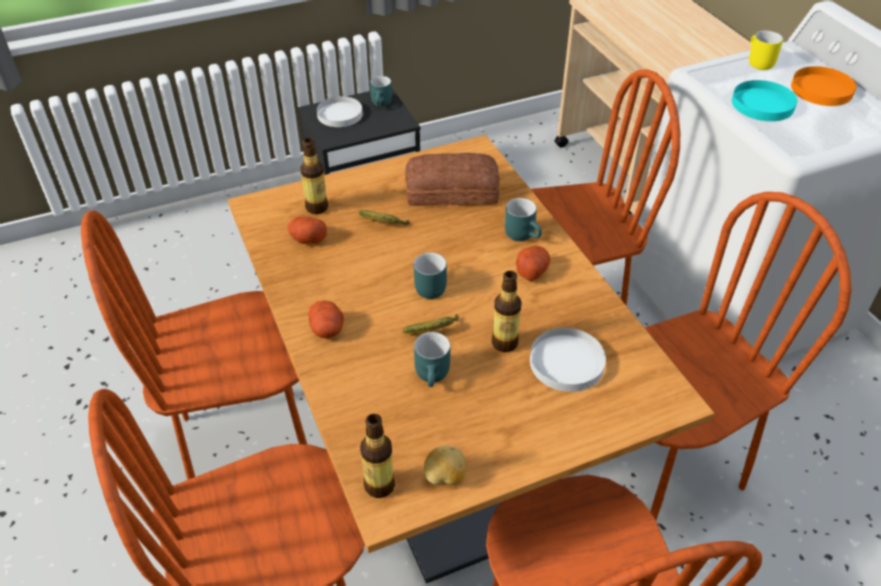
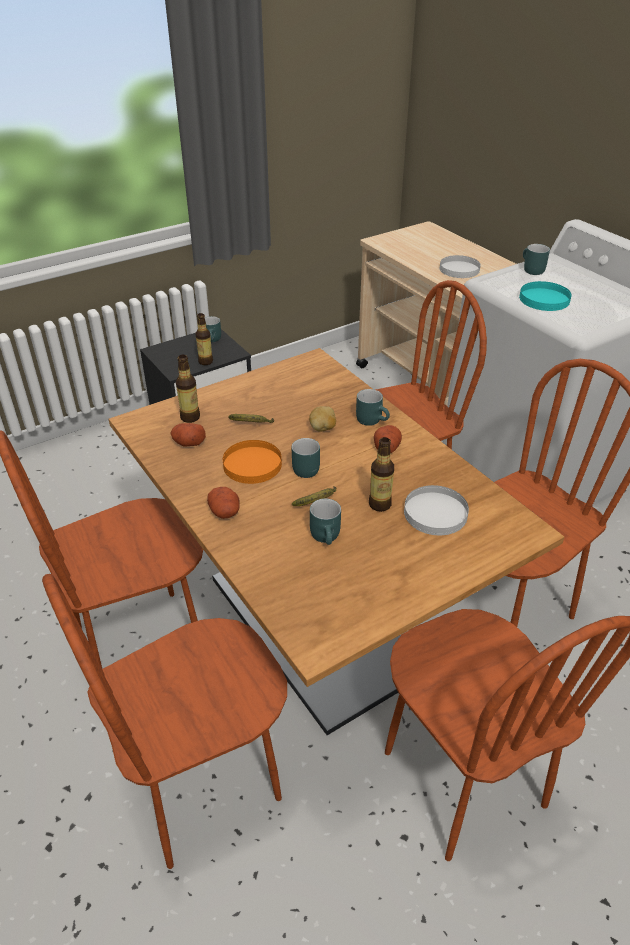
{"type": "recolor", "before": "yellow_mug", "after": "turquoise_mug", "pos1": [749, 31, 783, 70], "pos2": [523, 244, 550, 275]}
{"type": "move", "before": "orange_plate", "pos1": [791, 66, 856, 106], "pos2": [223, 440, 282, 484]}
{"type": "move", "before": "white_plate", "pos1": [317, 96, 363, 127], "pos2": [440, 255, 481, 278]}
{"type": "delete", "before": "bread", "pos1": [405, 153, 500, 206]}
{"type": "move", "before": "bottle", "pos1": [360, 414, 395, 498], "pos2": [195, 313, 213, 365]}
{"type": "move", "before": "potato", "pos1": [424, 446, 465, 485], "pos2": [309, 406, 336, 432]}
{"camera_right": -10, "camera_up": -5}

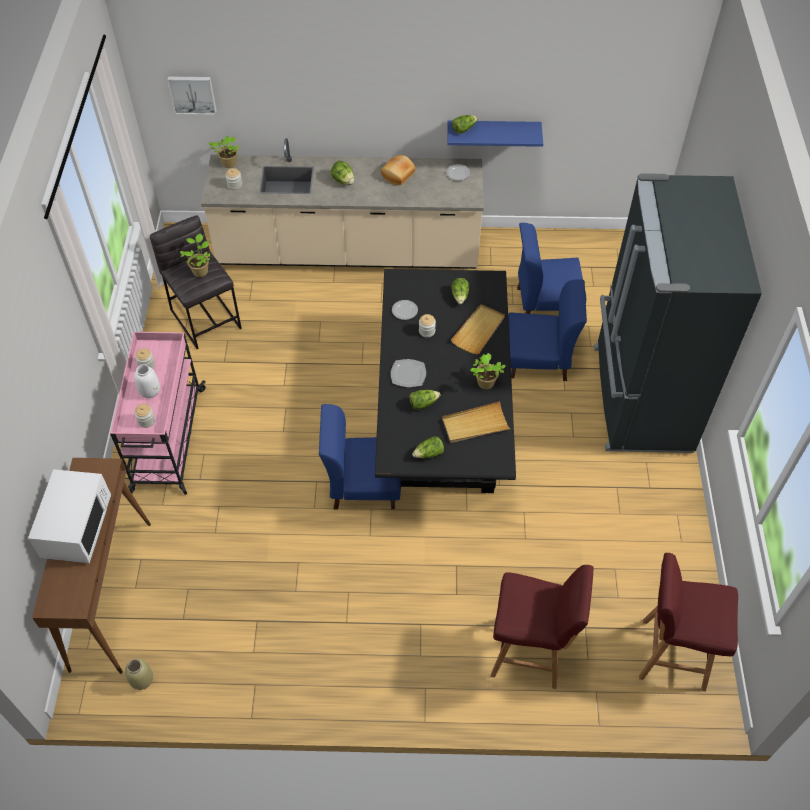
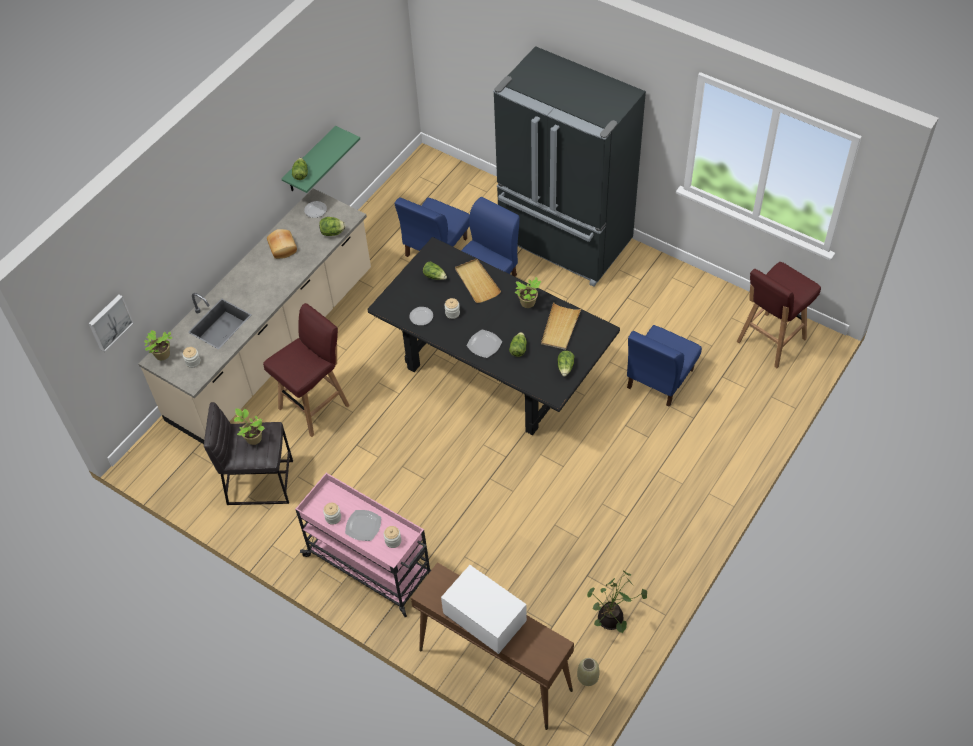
{"type": "recolor", "before": "blue_shelf", "after": "green_shelf", "pos1": [448, 121, 543, 147], "pos2": [282, 126, 360, 193]}
{"type": "move", "before": "lettuce", "pos1": [331, 161, 354, 185], "pos2": [319, 217, 345, 236]}
{"type": "replace", "before": "white_vase", "after": "plate", "pos1": [134, 364, 160, 398], "pos2": [345, 510, 381, 541]}
{"type": "move", "before": "blue_chair", "pos1": [319, 404, 401, 509], "pos2": [627, 325, 702, 407]}
{"type": "move", "before": "red_stool", "pos1": [491, 565, 594, 689], "pos2": [263, 303, 350, 437]}
{"type": "insert", "after": "potted_plant", "pos2": [587, 570, 647, 634]}
{"camera_right": -55, "camera_up": 0}

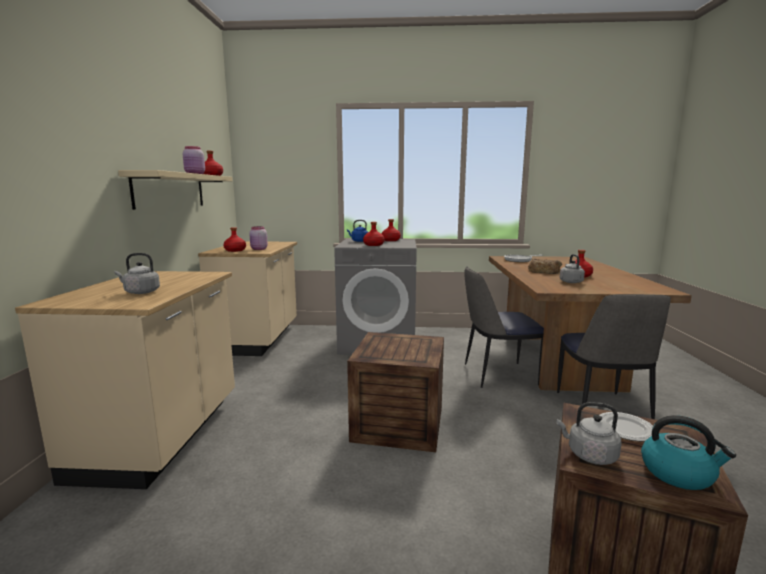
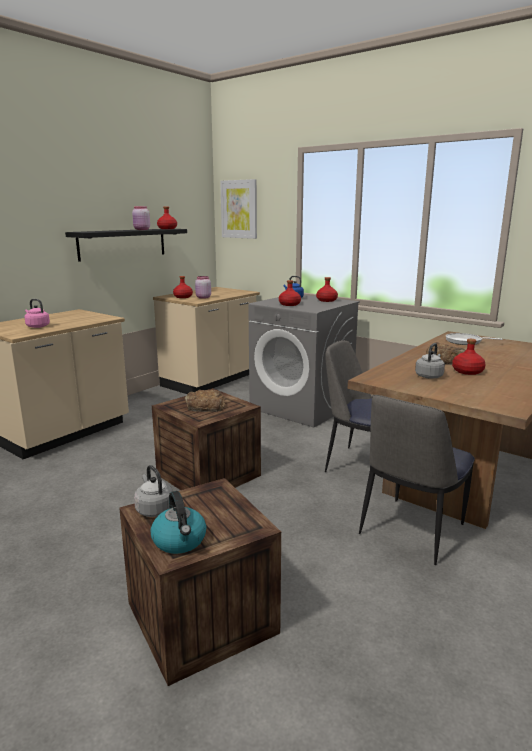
{"type": "recolor", "before": "beige_shelf", "after": "black_shelf", "pos1": [118, 170, 233, 210], "pos2": [65, 229, 187, 262]}
{"type": "recolor", "before": "grey_kettle", "after": "pink_kettle", "pos1": [114, 253, 160, 294], "pos2": [25, 299, 50, 328]}
{"type": "delete", "before": "plate", "pos1": [599, 412, 653, 442]}
{"type": "insert", "after": "picture", "pos2": [220, 179, 257, 239]}
{"type": "insert", "after": "bread", "pos2": [185, 390, 225, 412]}
{"camera_right": 35, "camera_up": 5}

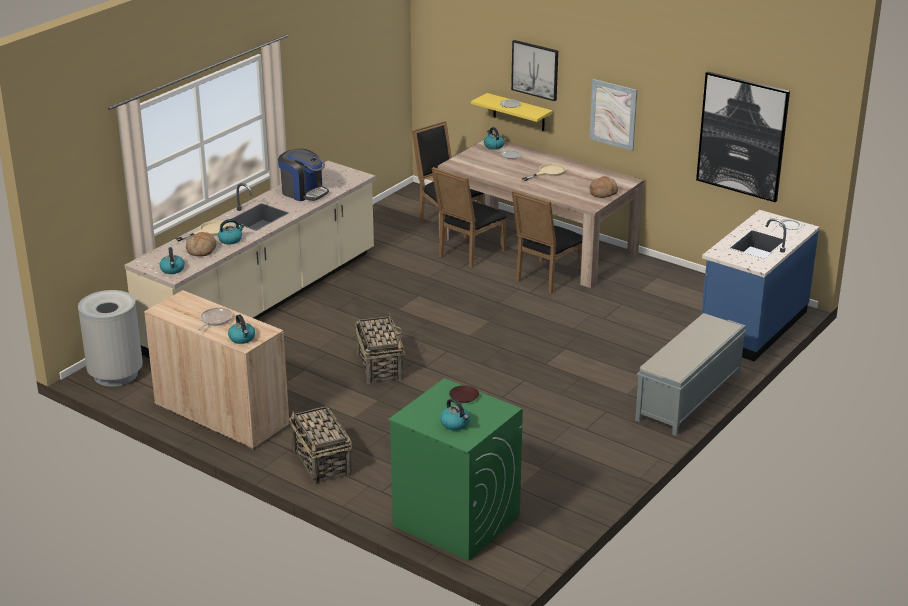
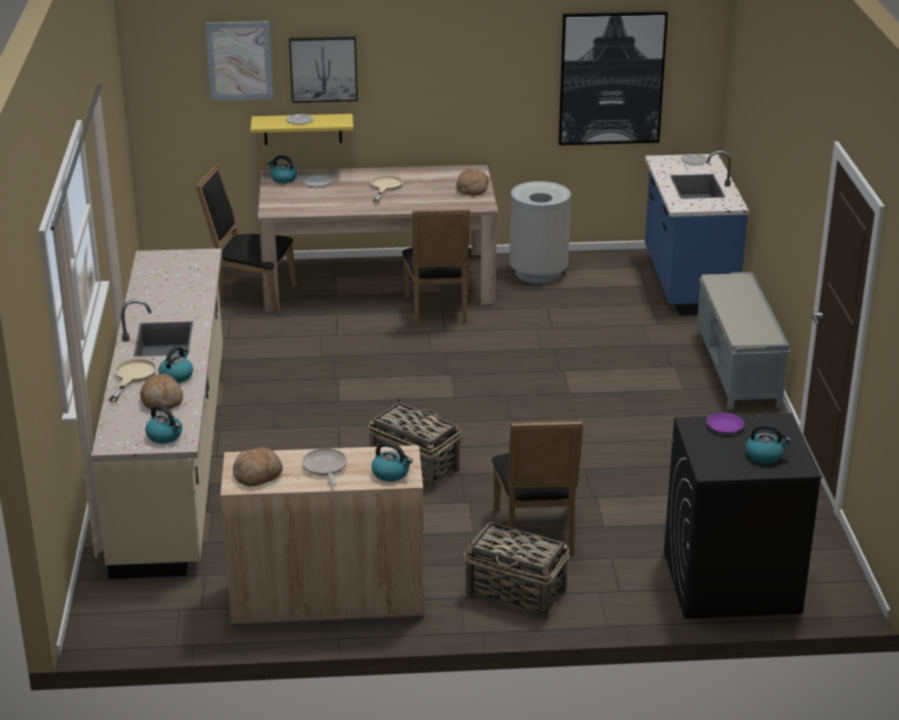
{"type": "move", "before": "picture", "pos1": [590, 79, 637, 151], "pos2": [205, 21, 273, 100]}
{"type": "delete", "before": "coffee_machine", "pos1": [278, 149, 329, 201]}
{"type": "move", "before": "black_chair", "pos1": [432, 167, 507, 268], "pos2": [492, 421, 583, 554]}
{"type": "move", "before": "grey_trash_can", "pos1": [78, 290, 143, 387], "pos2": [510, 181, 571, 284]}
{"type": "recolor", "before": "green_washing_machine", "after": "black_washing_machine", "pos1": [388, 378, 523, 561], "pos2": [664, 413, 822, 619]}
{"type": "recolor", "before": "brown_plate", "after": "purple_plate", "pos1": [449, 385, 479, 403], "pos2": [706, 412, 744, 434]}
{"type": "insert", "after": "bread", "pos2": [233, 447, 283, 486]}
{"camera_right": -40, "camera_up": 0}

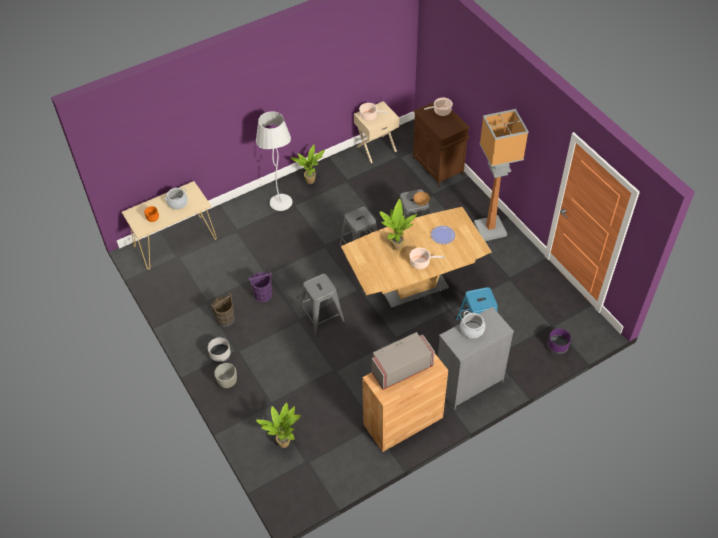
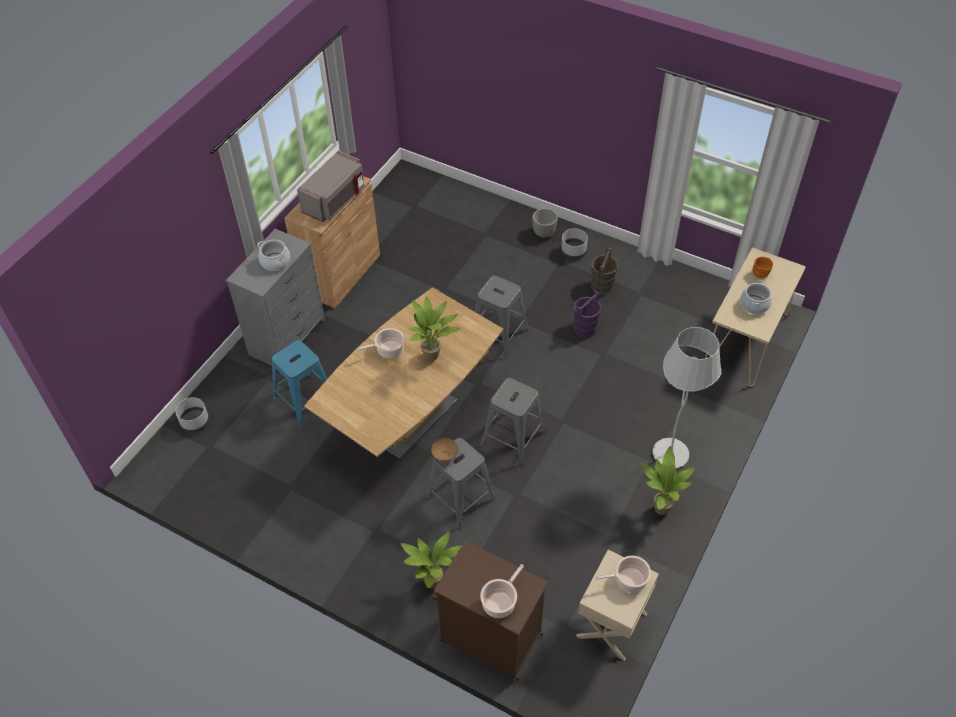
{"type": "delete", "before": "floor_lamp", "pos1": [474, 109, 529, 241]}
{"type": "delete", "before": "plate", "pos1": [431, 226, 455, 244]}
{"type": "recolor", "before": "purple_planter", "after": "grey_planter", "pos1": [547, 328, 571, 355], "pos2": [175, 397, 209, 433]}
{"type": "move", "before": "potted_plant", "pos1": [256, 402, 301, 448], "pos2": [401, 532, 462, 588]}
{"camera_right": 150, "camera_up": 0}

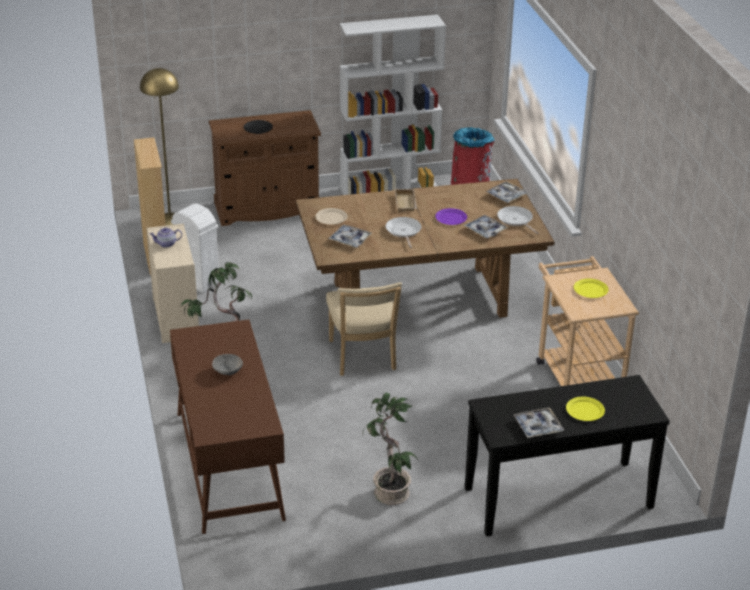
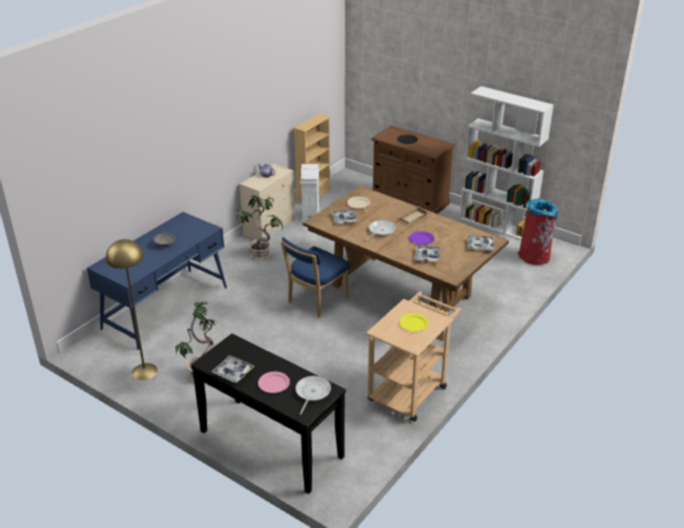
{"type": "move", "before": "yellow_floor_lamp", "pos1": [140, 68, 179, 225], "pos2": [106, 239, 157, 380]}
{"type": "move", "before": "frying_pan", "pos1": [497, 206, 538, 234], "pos2": [295, 376, 331, 415]}
{"type": "recolor", "before": "beige_chair", "after": "blue_chair", "pos1": [326, 282, 402, 376], "pos2": [280, 237, 350, 318]}
{"type": "recolor", "before": "brown_desk", "after": "blue_desk", "pos1": [170, 319, 286, 534], "pos2": [87, 212, 227, 350]}
{"type": "recolor", "before": "yellow_plate", "after": "pink_plate", "pos1": [566, 397, 605, 421], "pos2": [258, 371, 290, 393]}
{"camera_right": 50, "camera_up": 0}

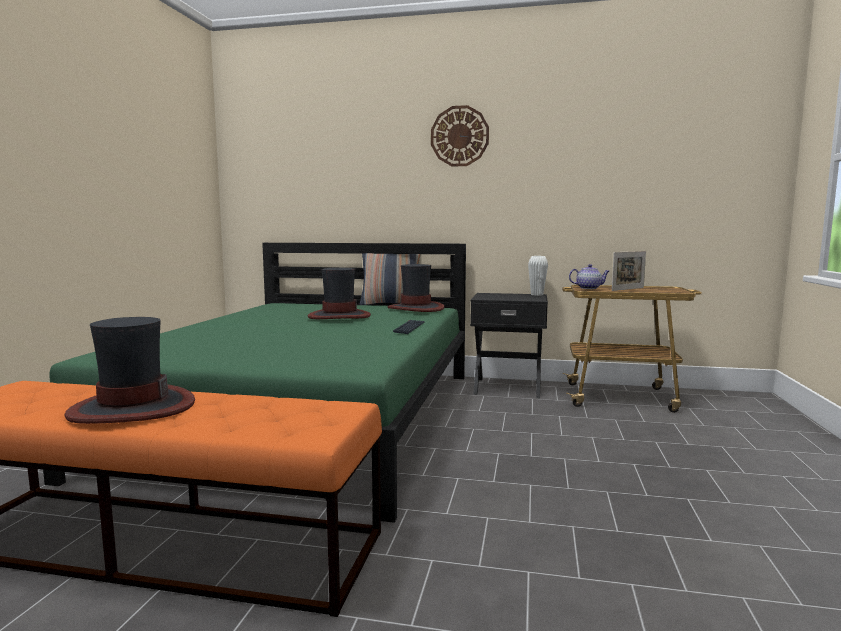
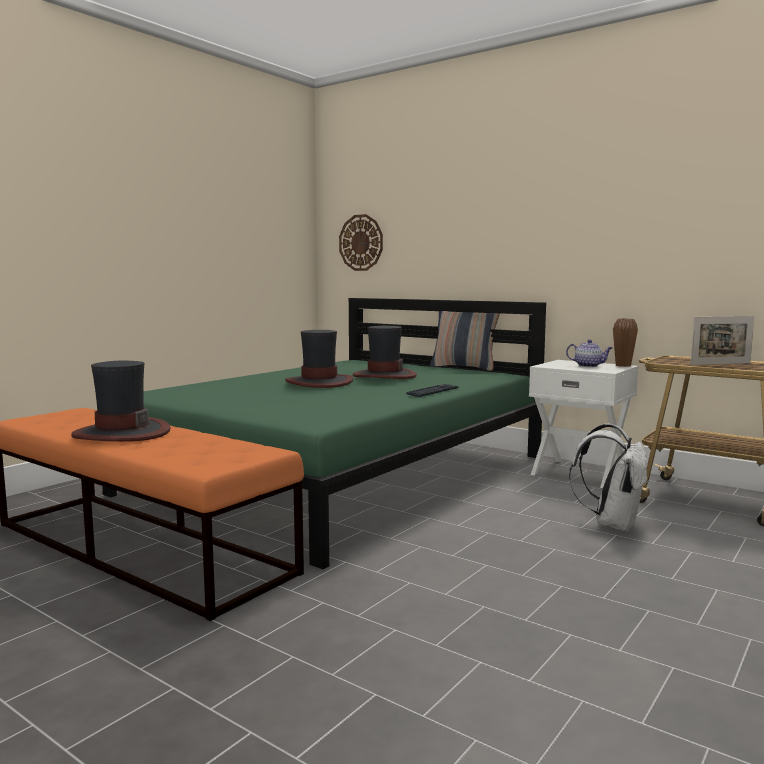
{"type": "move", "before": "wall_clock", "pos1": [431, 105, 489, 167], "pos2": [339, 214, 383, 271]}
{"type": "recolor", "before": "white_vase", "after": "brown_vase", "pos1": [528, 256, 548, 296], "pos2": [613, 319, 638, 367]}
{"type": "move", "before": "hat", "pos1": [388, 264, 445, 312], "pos2": [285, 330, 353, 388]}
{"type": "move", "before": "teapot", "pos1": [569, 264, 609, 289], "pos2": [566, 340, 613, 367]}
{"type": "recolor", "before": "black_nightstand", "after": "white_nightstand", "pos1": [470, 293, 548, 398], "pos2": [529, 360, 638, 488]}
{"type": "insert", "after": "white_backpack", "pos2": [569, 423, 648, 532]}
{"camera_right": 25, "camera_up": 0}

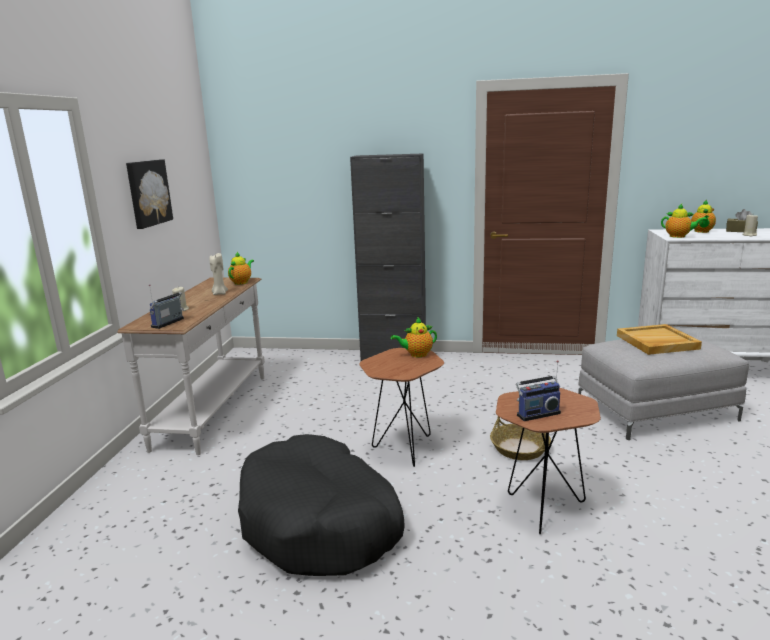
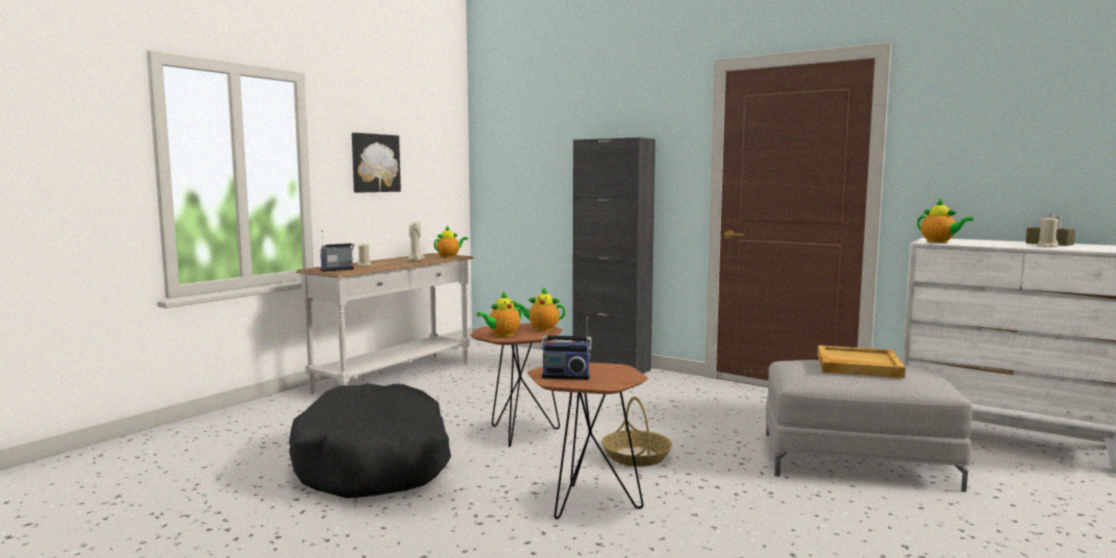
{"type": "move", "before": "teapot", "pos1": [691, 200, 716, 233], "pos2": [477, 292, 522, 337]}
{"camera_right": 25, "camera_up": -10}

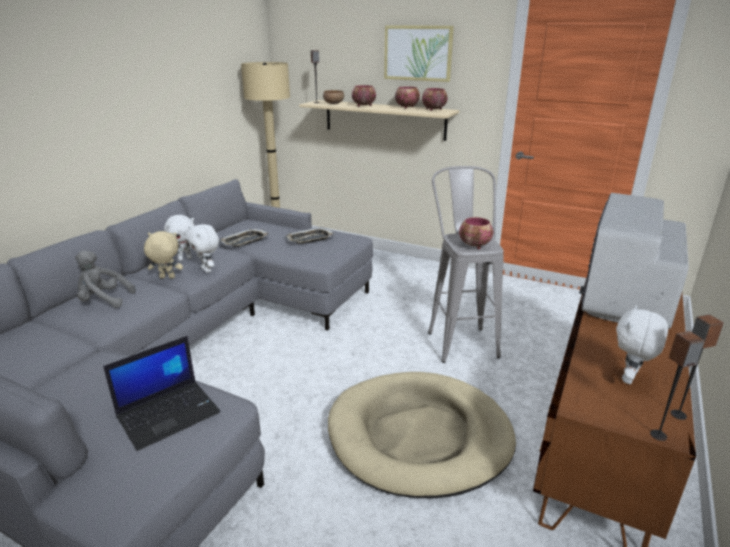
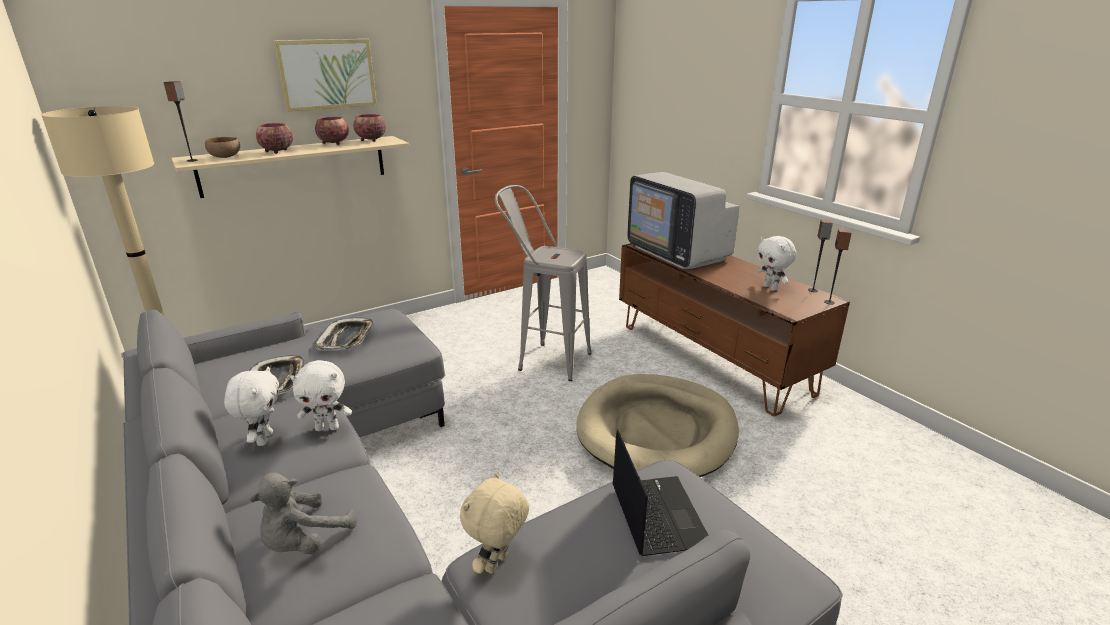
{"type": "delete", "before": "bowl", "pos1": [459, 217, 494, 250]}
{"type": "move", "before": "beige_plush_toy", "pos1": [144, 231, 183, 278], "pos2": [460, 471, 529, 574]}
{"camera_right": -60, "camera_up": 0}

